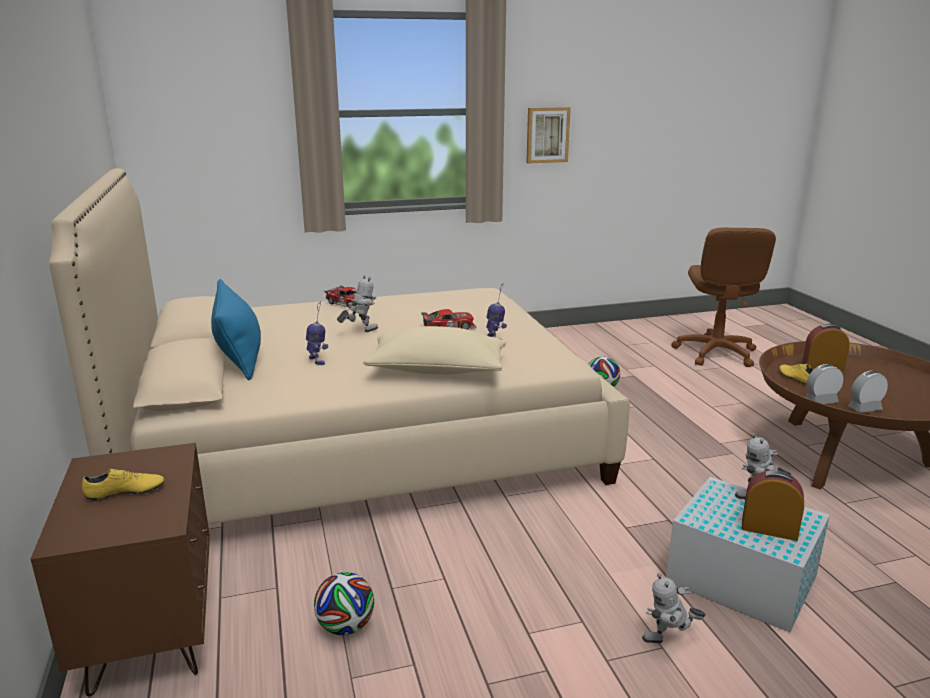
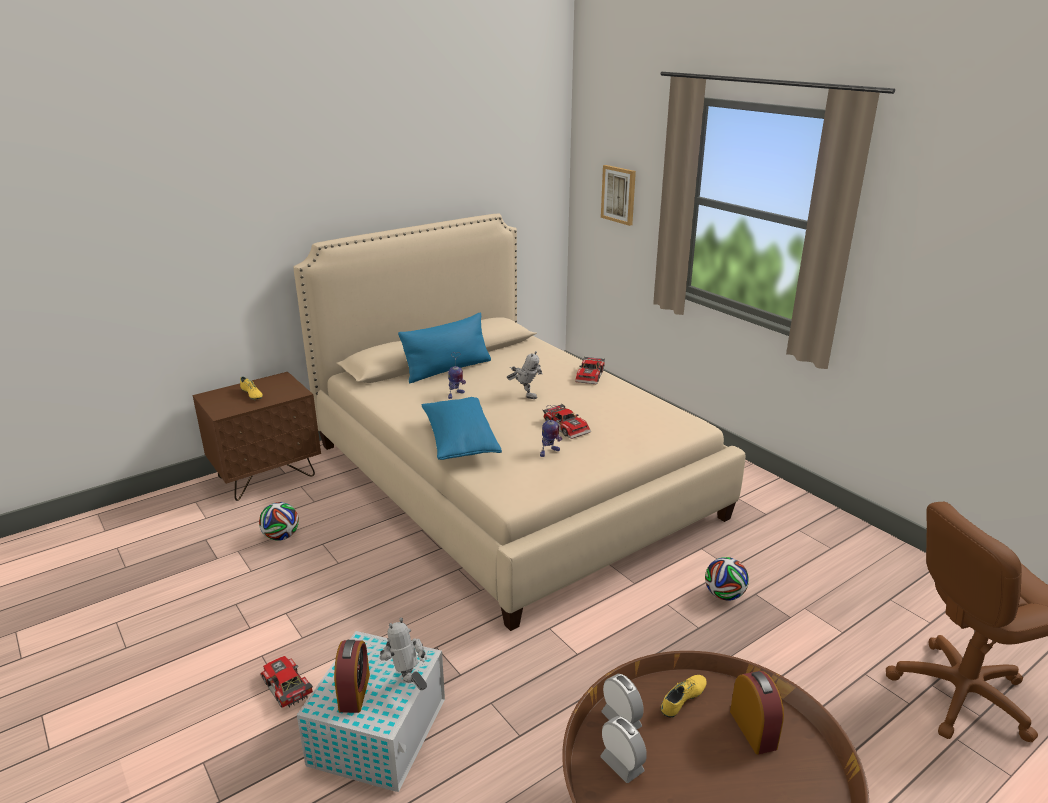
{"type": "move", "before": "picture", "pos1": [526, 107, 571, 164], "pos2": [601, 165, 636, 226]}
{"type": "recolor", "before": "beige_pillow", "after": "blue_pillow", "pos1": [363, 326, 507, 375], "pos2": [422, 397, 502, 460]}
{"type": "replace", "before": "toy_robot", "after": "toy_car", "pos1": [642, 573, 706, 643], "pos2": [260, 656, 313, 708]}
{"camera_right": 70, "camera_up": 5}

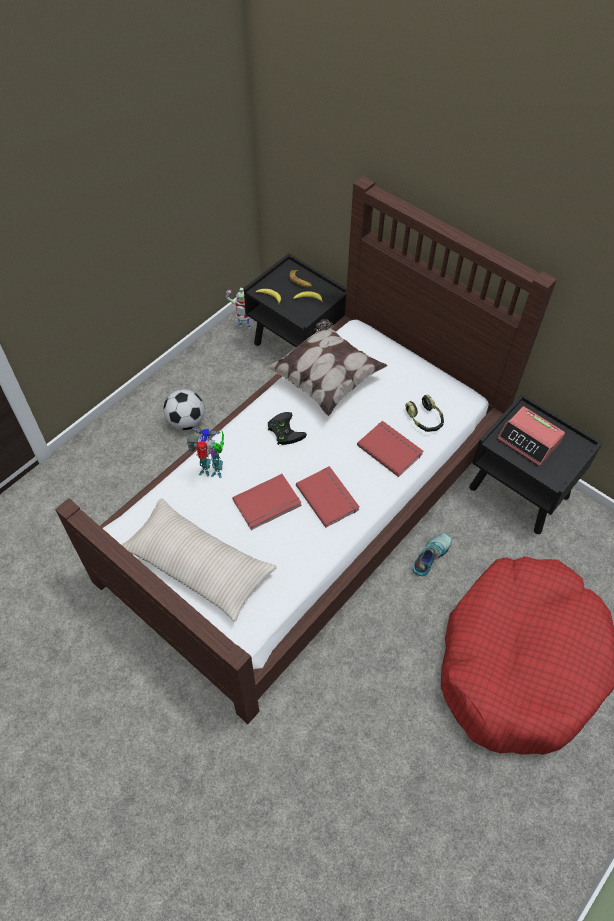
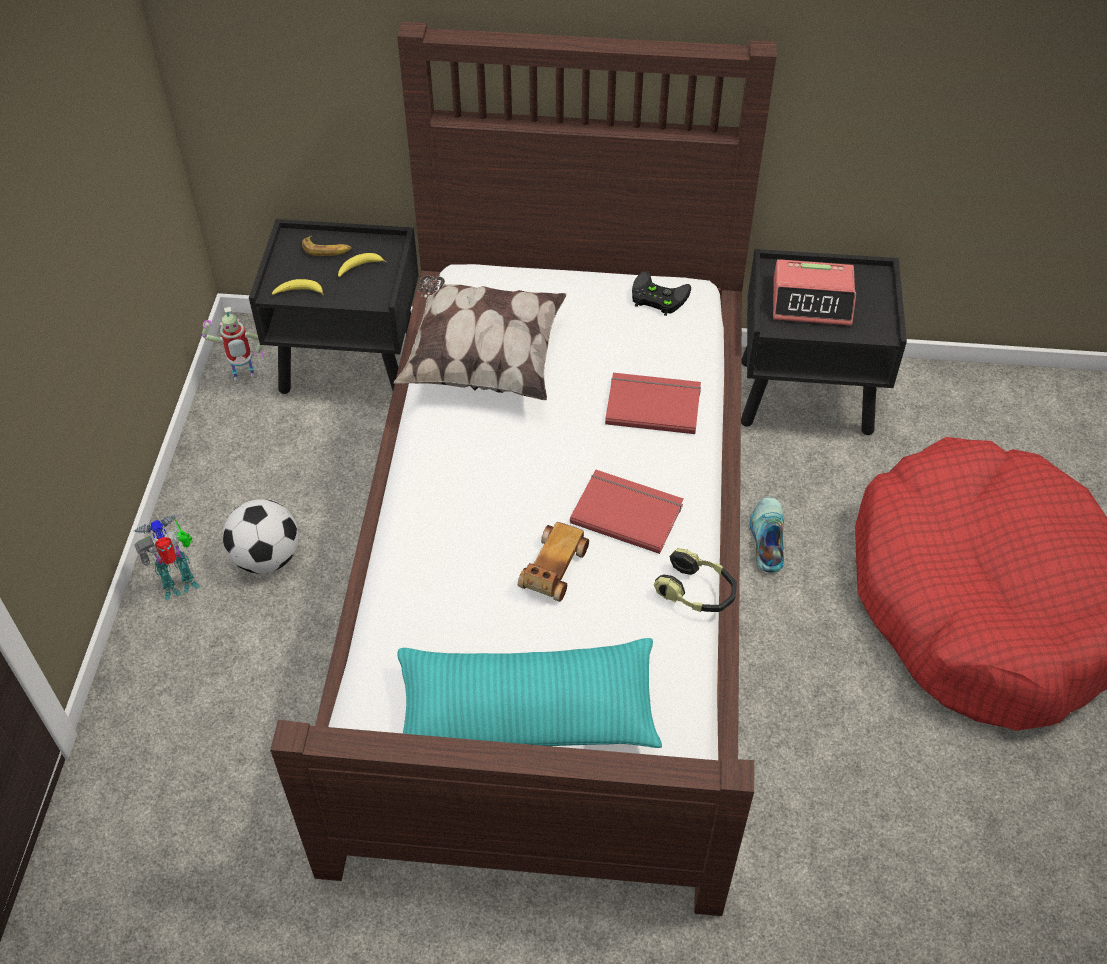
{"type": "move", "before": "headphones", "pos1": [405, 394, 444, 432], "pos2": [654, 548, 737, 612]}
{"type": "move", "before": "black_game_controller", "pos1": [268, 412, 307, 445], "pos2": [632, 271, 691, 316]}
{"type": "move", "before": "toy_robot", "pos1": [187, 428, 224, 478], "pos2": [133, 515, 200, 600]}
{"type": "replace", "before": "red_book", "after": "toy_car", "pos1": [233, 474, 302, 530], "pos2": [518, 522, 589, 602]}
{"type": "recolor", "before": "beige_pillow", "after": "turquoise_pillow", "pos1": [121, 498, 277, 622], "pos2": [398, 638, 662, 748]}
{"camera_right": -35, "camera_up": -5}

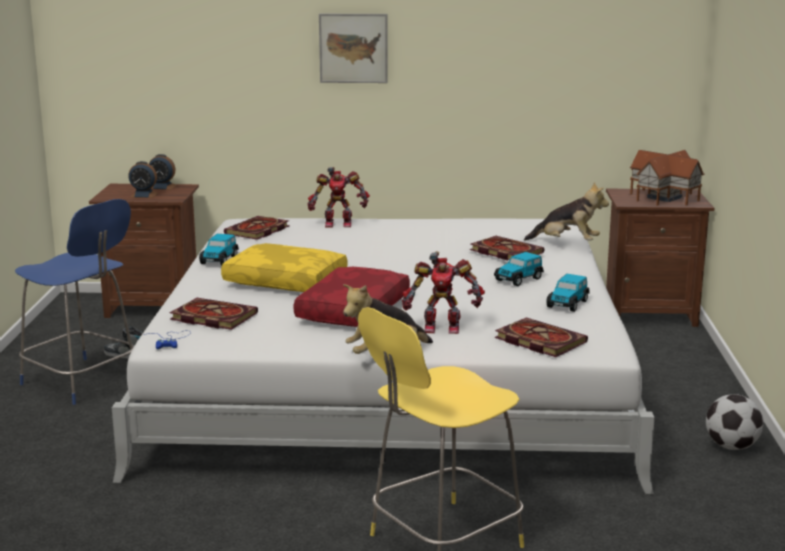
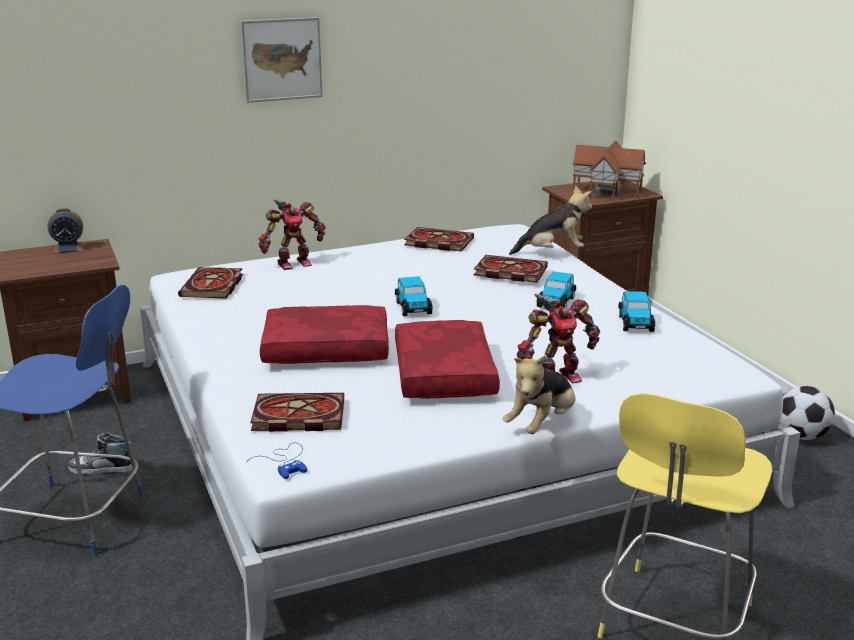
{"type": "delete", "before": "alarm_clock", "pos1": [128, 161, 158, 198]}
{"type": "move", "before": "toy_car", "pos1": [199, 234, 239, 265], "pos2": [395, 276, 433, 316]}
{"type": "recolor", "before": "yellow_pillow", "after": "red_pillow", "pos1": [221, 243, 347, 292], "pos2": [260, 305, 389, 364]}
{"type": "move", "before": "book", "pos1": [495, 317, 588, 357], "pos2": [404, 227, 474, 252]}
{"camera_right": -25, "camera_up": 5}

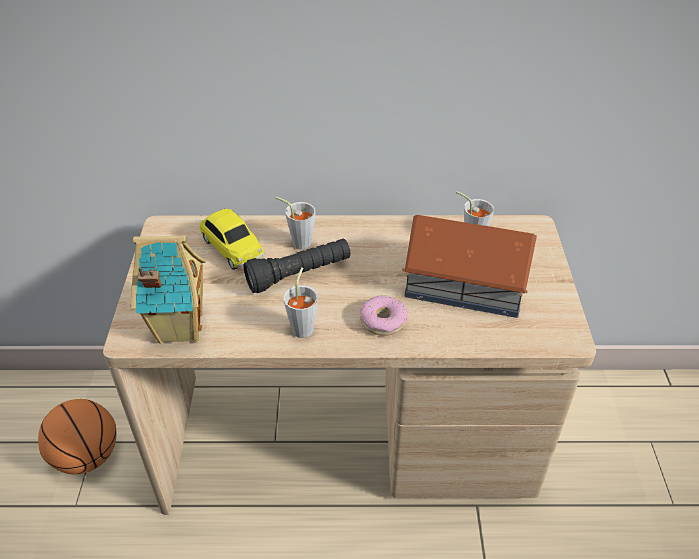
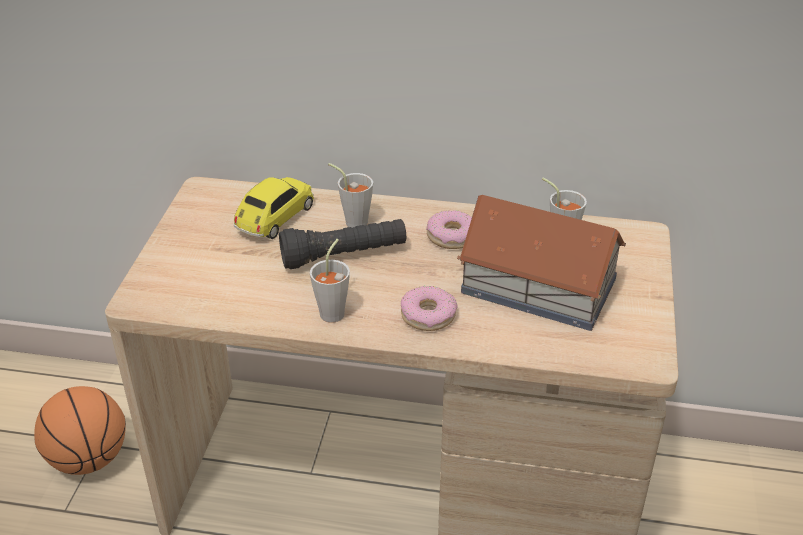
{"type": "rotate", "before": "toy_car", "pos1": [200, 209, 264, 270], "pos2": [233, 177, 314, 239], "turn": -120}
{"type": "delete", "before": "toy_house", "pos1": [131, 235, 206, 344]}
{"type": "insert", "after": "donut", "pos2": [426, 210, 472, 249]}
{"camera_right": 10, "camera_up": -5}

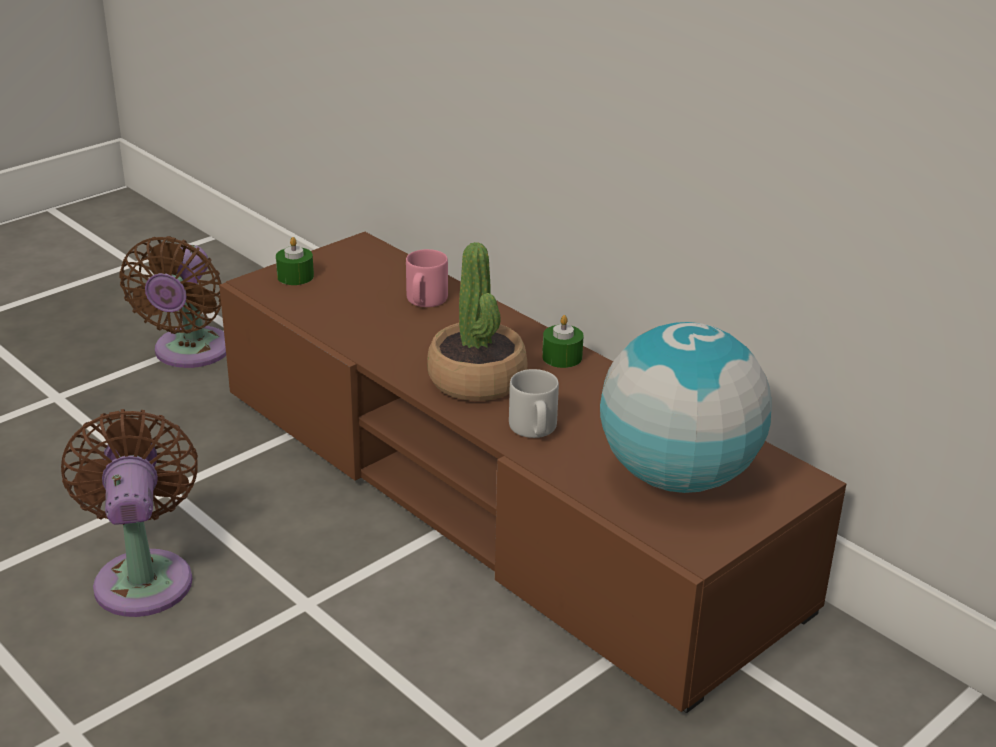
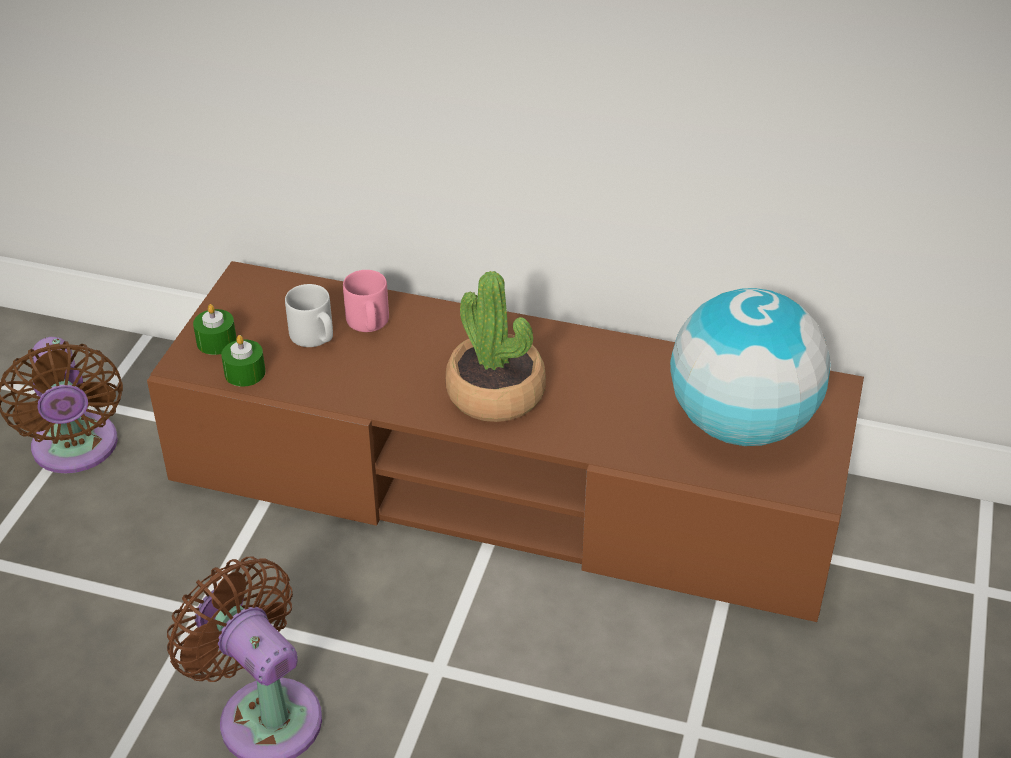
{"type": "move", "before": "green_candle", "pos1": [542, 315, 584, 368], "pos2": [221, 335, 266, 387]}
{"type": "move", "before": "grey_mug", "pos1": [509, 369, 559, 438], "pos2": [285, 284, 333, 347]}
{"camera_right": -30, "camera_up": 10}

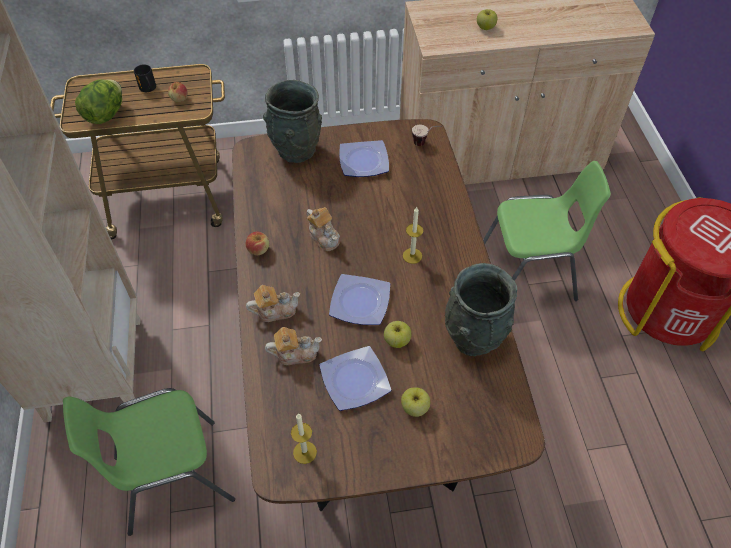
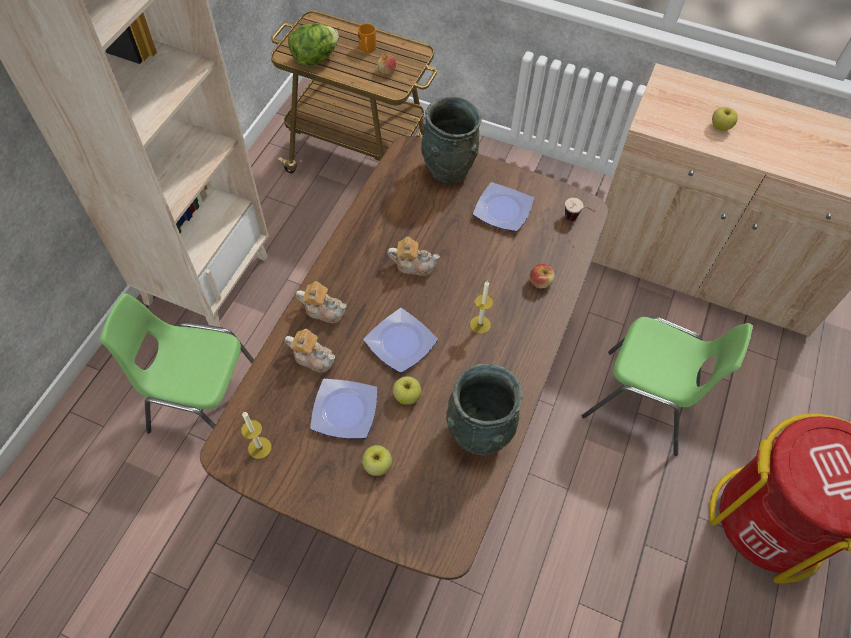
{"type": "recolor", "before": "black_mug", "after": "orange_mug", "pos1": [134, 64, 156, 92], "pos2": [358, 24, 376, 53]}
{"type": "rotate", "before": "teapot", "pos1": [307, 207, 340, 251], "pos2": [387, 237, 440, 276], "turn": -75}
{"type": "move", "before": "apple", "pos1": [245, 232, 269, 255], "pos2": [530, 264, 555, 289]}
{"camera_right": 30, "camera_up": 5}

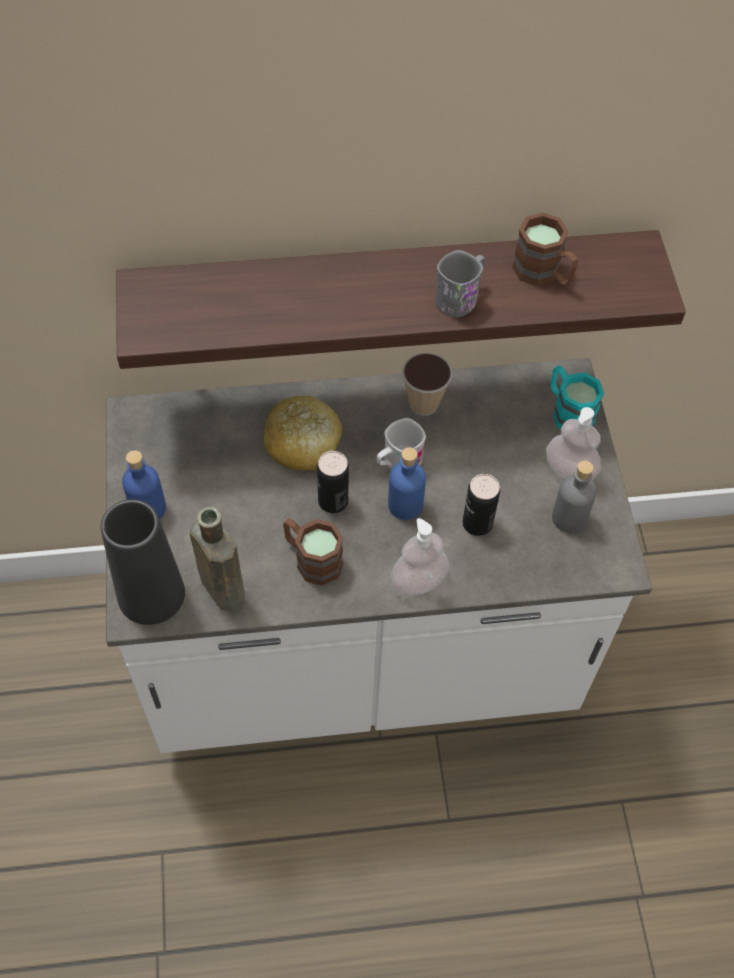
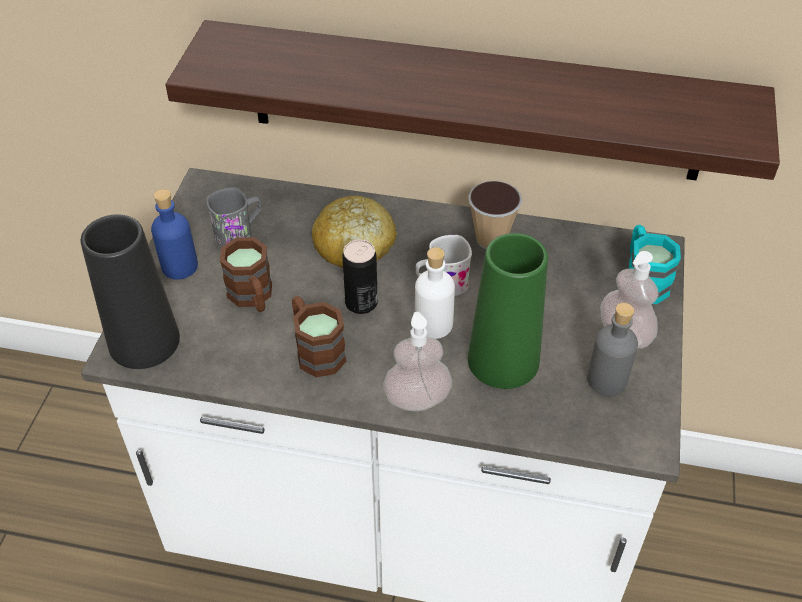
{"type": "move", "before": "brown_mug", "pos1": [512, 212, 578, 286], "pos2": [220, 237, 272, 312]}
{"type": "move", "before": "grey_mug", "pos1": [435, 250, 485, 318], "pos2": [206, 187, 262, 247]}
{"type": "recolor", "before": "blue_bottle", "after": "white_bottle", "pos1": [388, 447, 426, 520], "pos2": [415, 247, 455, 339]}
{"type": "replace", "before": "can", "after": "green_vase", "pos1": [462, 474, 500, 536], "pos2": [468, 233, 548, 389]}
{"type": "delete", "before": "brown_bottle", "pos1": [190, 507, 245, 611]}
{"camera_right": 20, "camera_up": -10}

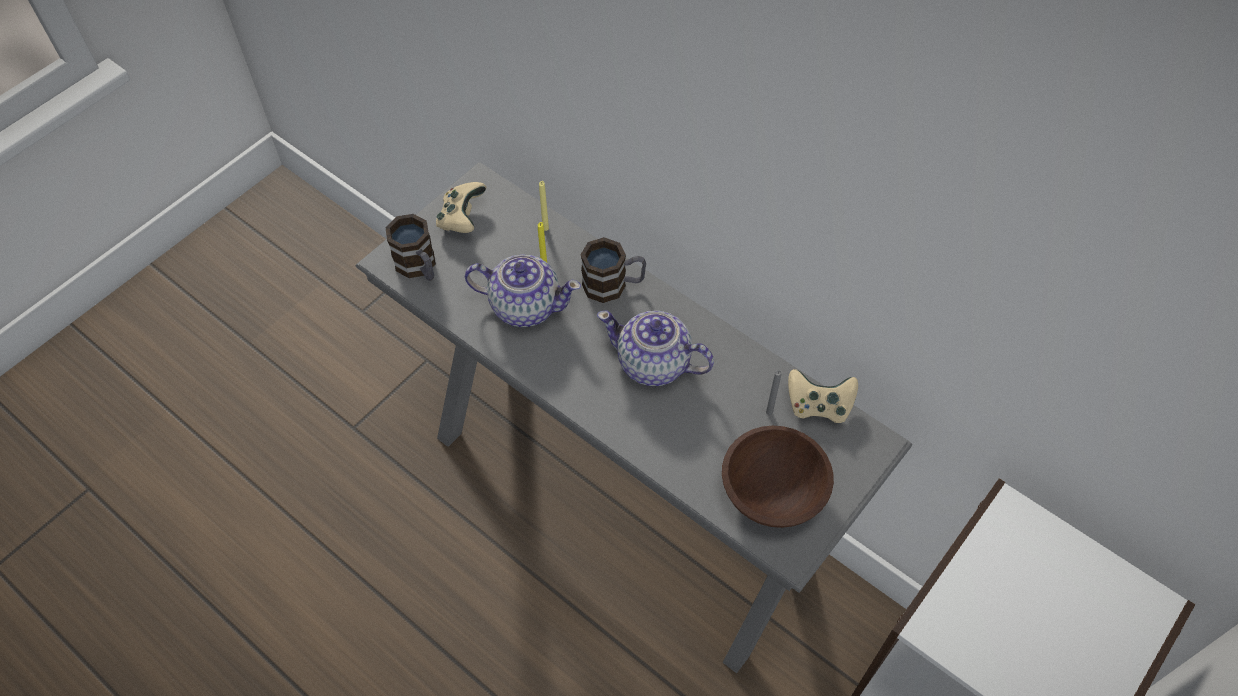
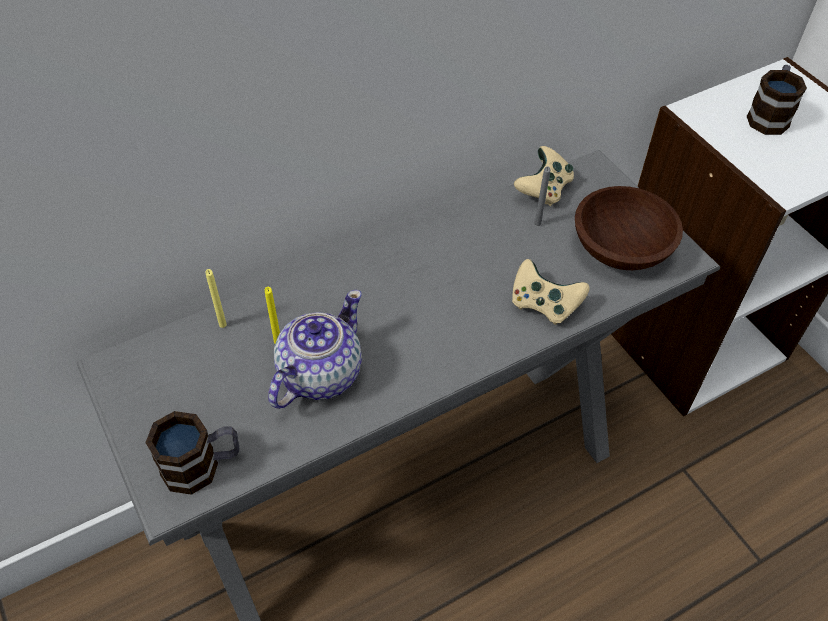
{"type": "move", "before": "beige_game_controller", "pos1": [436, 182, 486, 233], "pos2": [512, 259, 590, 325]}
{"type": "move", "before": "mug", "pos1": [581, 237, 646, 303], "pos2": [747, 65, 807, 135]}
{"type": "delete", "before": "teapot", "pos1": [597, 310, 714, 386]}
{"camera_right": -70, "camera_up": -5}

